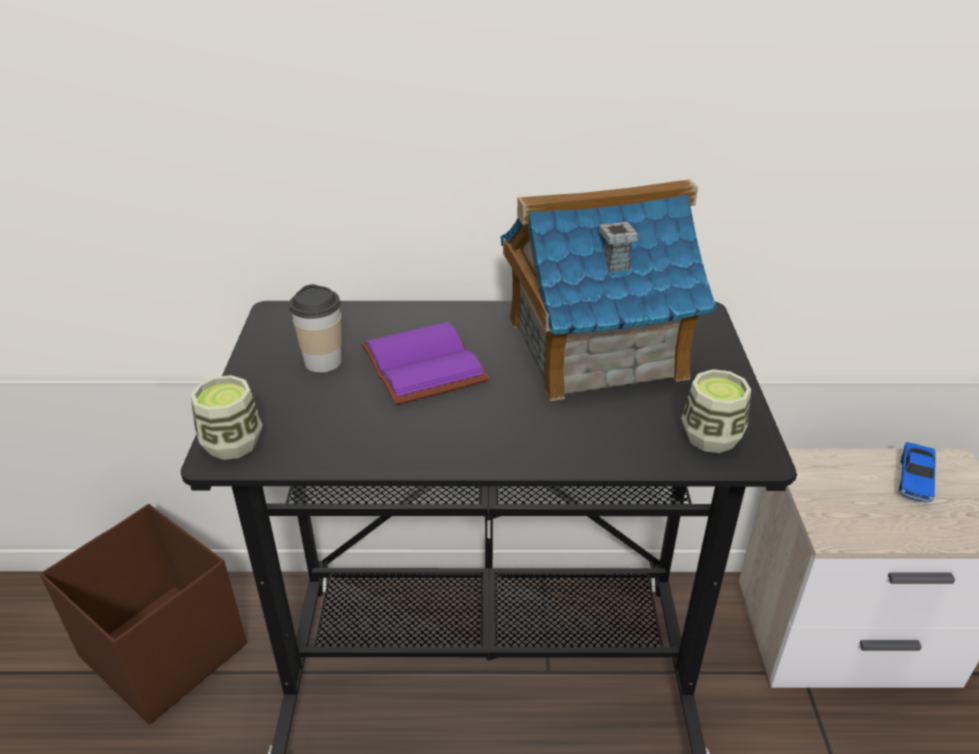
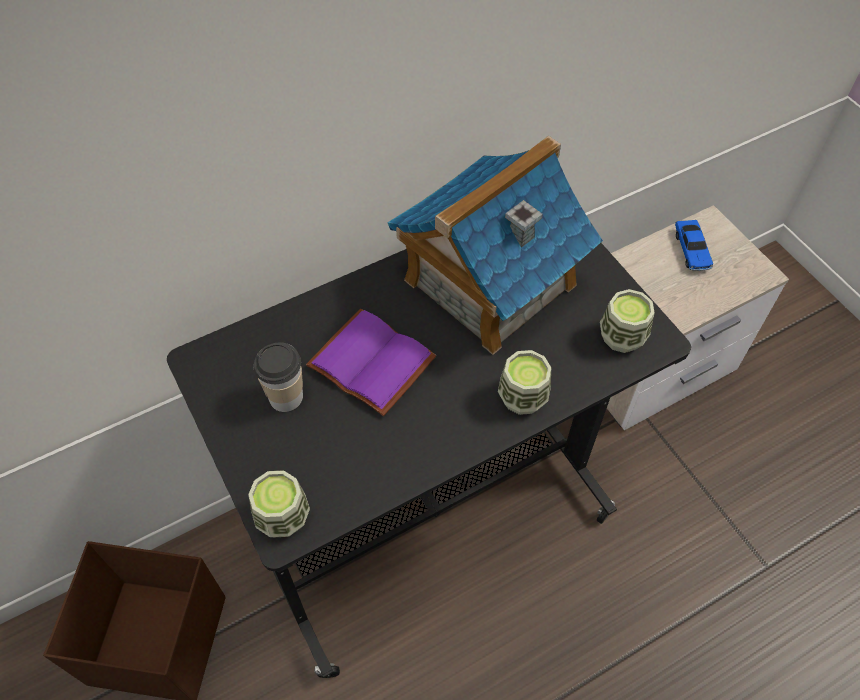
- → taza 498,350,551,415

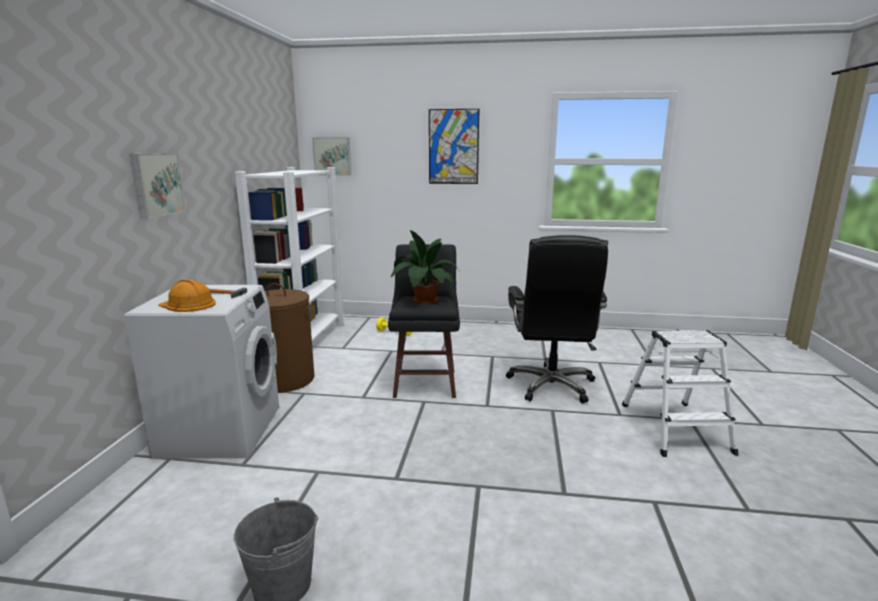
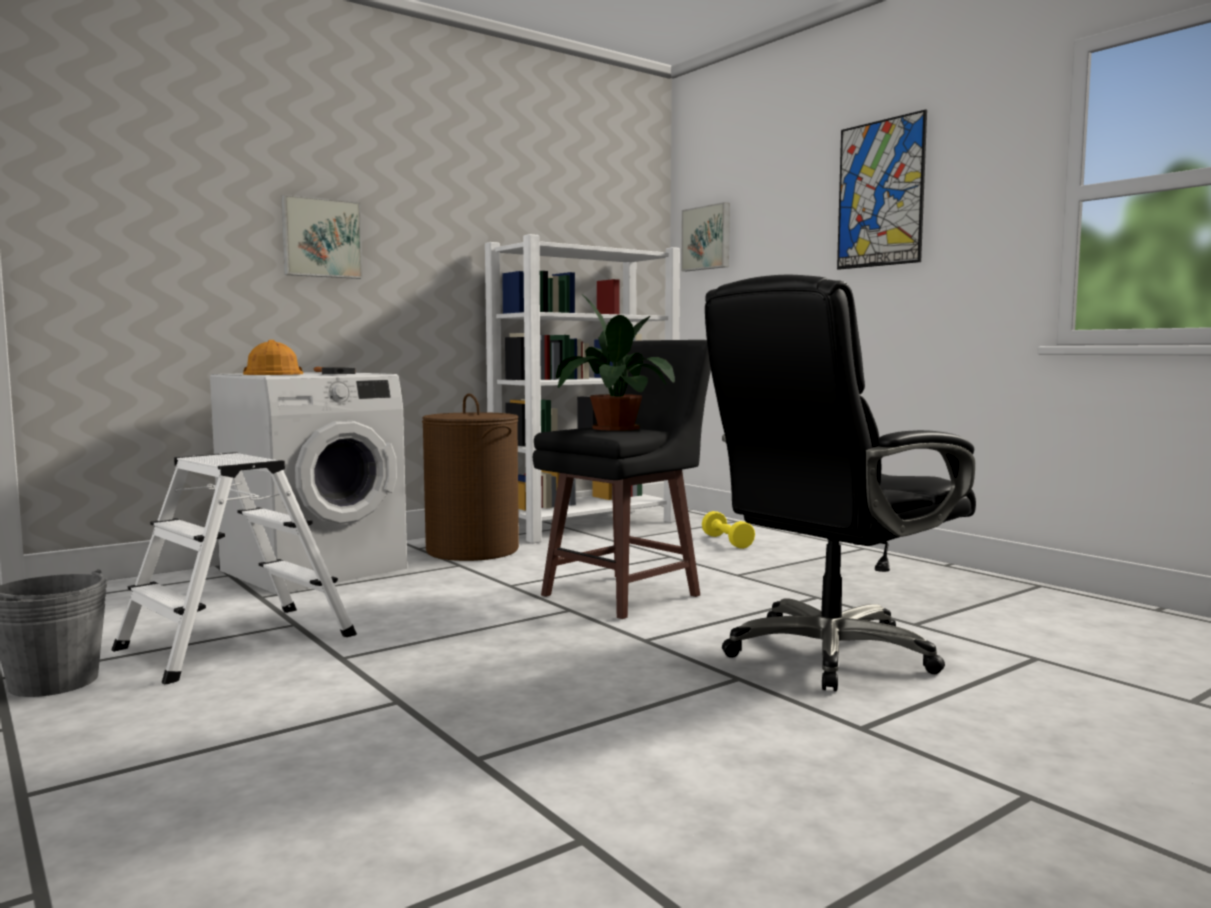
escalera de tijera (blanco) 622,330,739,457 → escalera de tijera (blanco) 111,452,357,684, moved

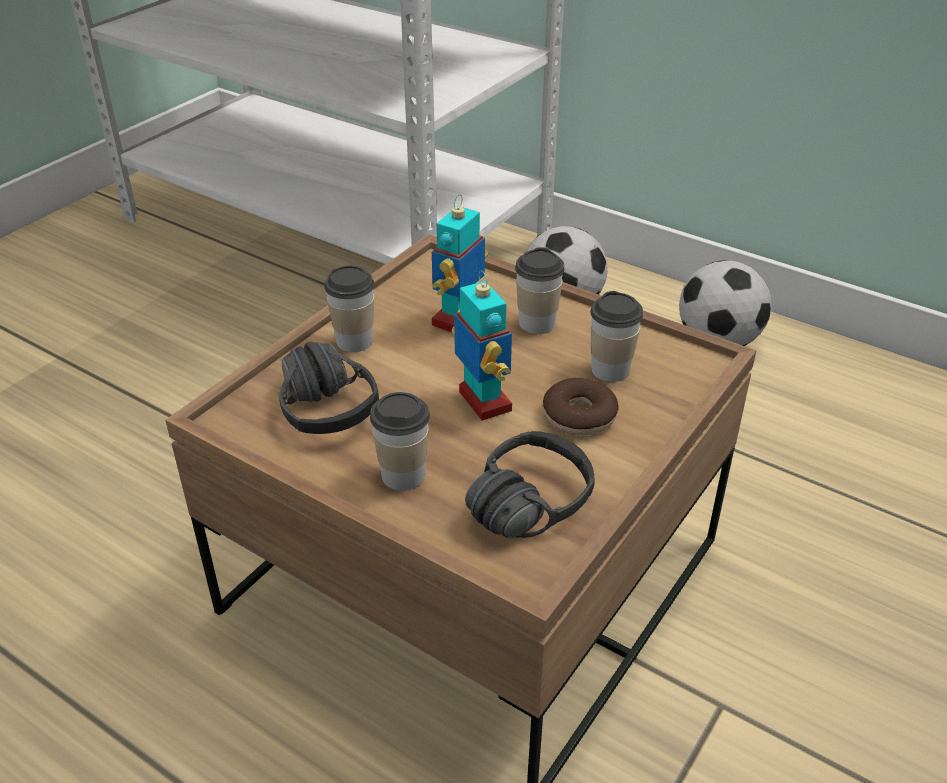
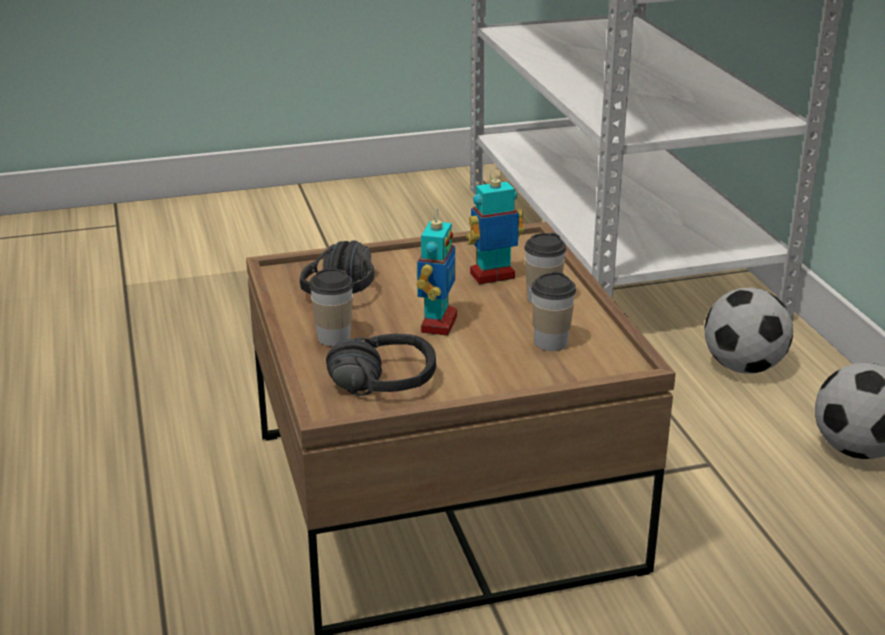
taza 324,265,375,352 → -
rosquilla 543,378,619,435 → -

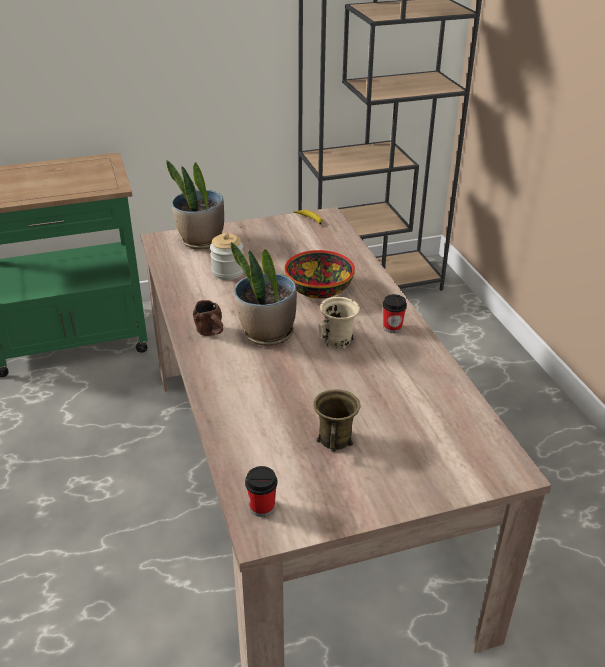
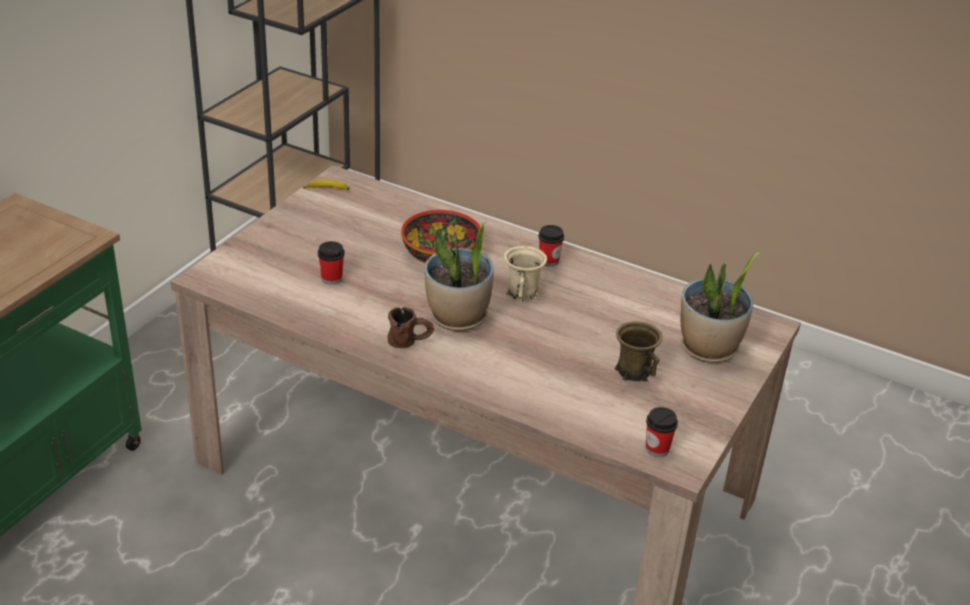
tarro 210,233,244,280 → taza 318,241,345,285
planta en maceta 166,160,224,249 → planta en maceta 680,252,760,363, moved

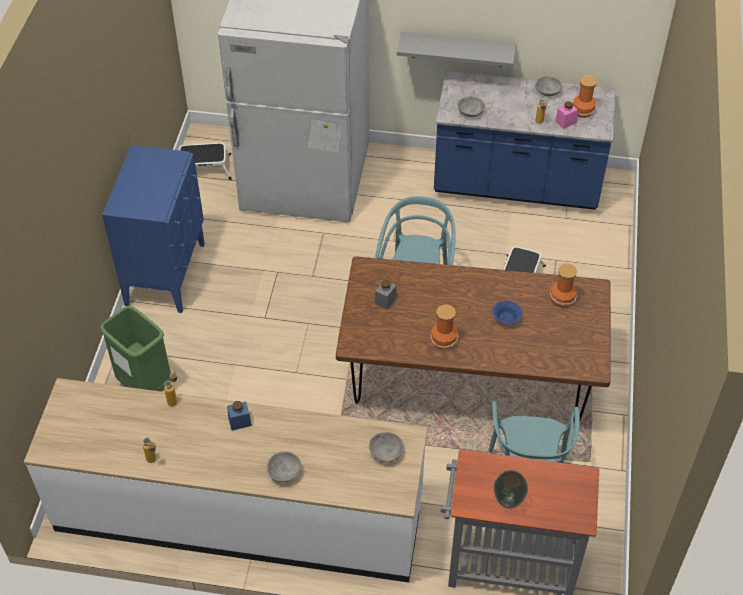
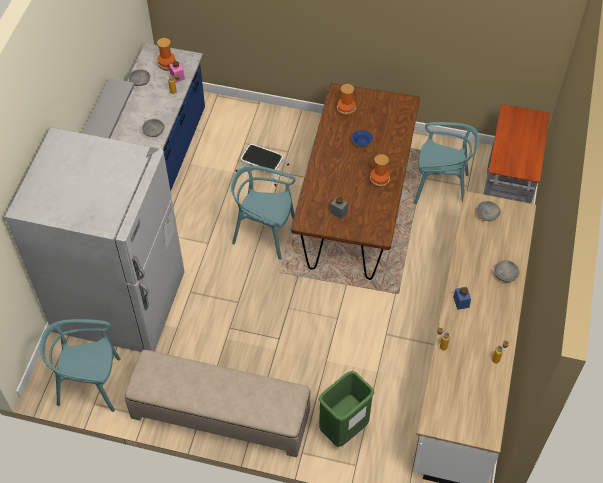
escalera de tijera (negro) 179,143,232,180 → silla (turquesa) 40,319,121,412
cómoda (azul) 102,145,205,313 → banco (beis) 125,350,310,457
florero 494,470,528,509 → -

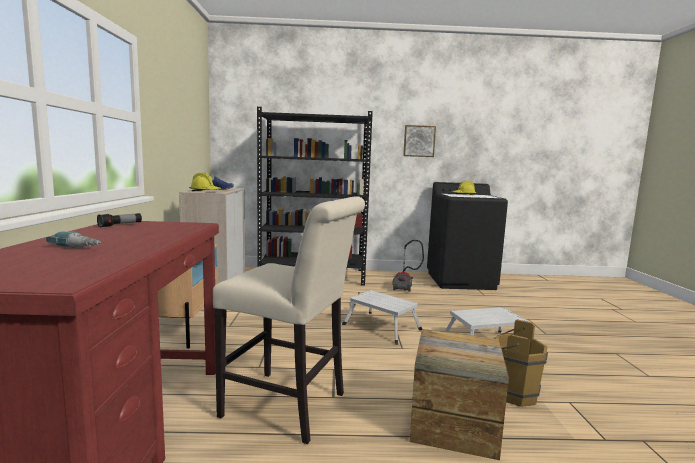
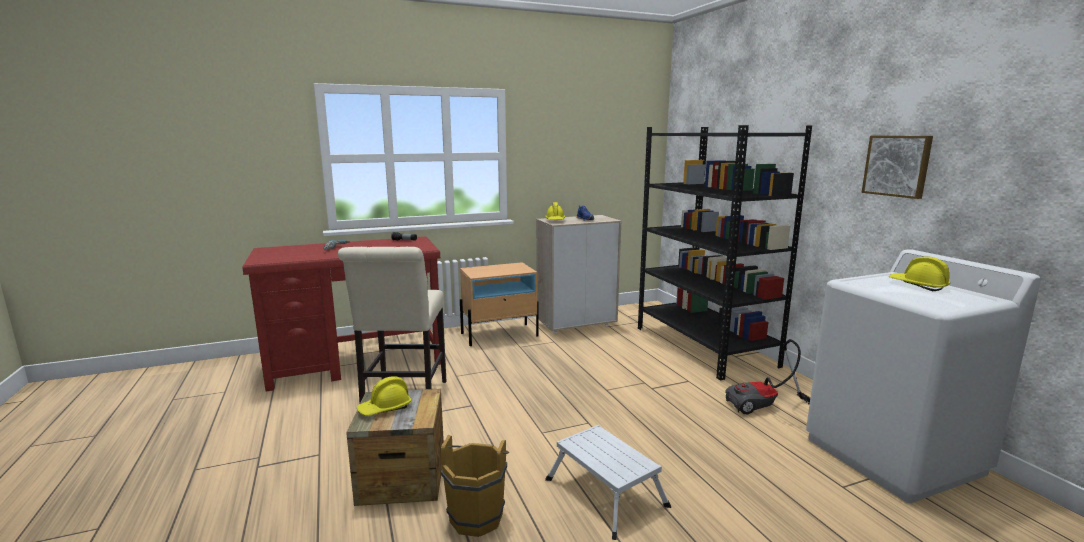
- → casco (amarillo) 357,376,411,416
lavadora (negro) 427,182,508,290 → lavadora (blanco) 806,249,1041,503
escalera de tijera (blanco) 342,290,422,345 → -

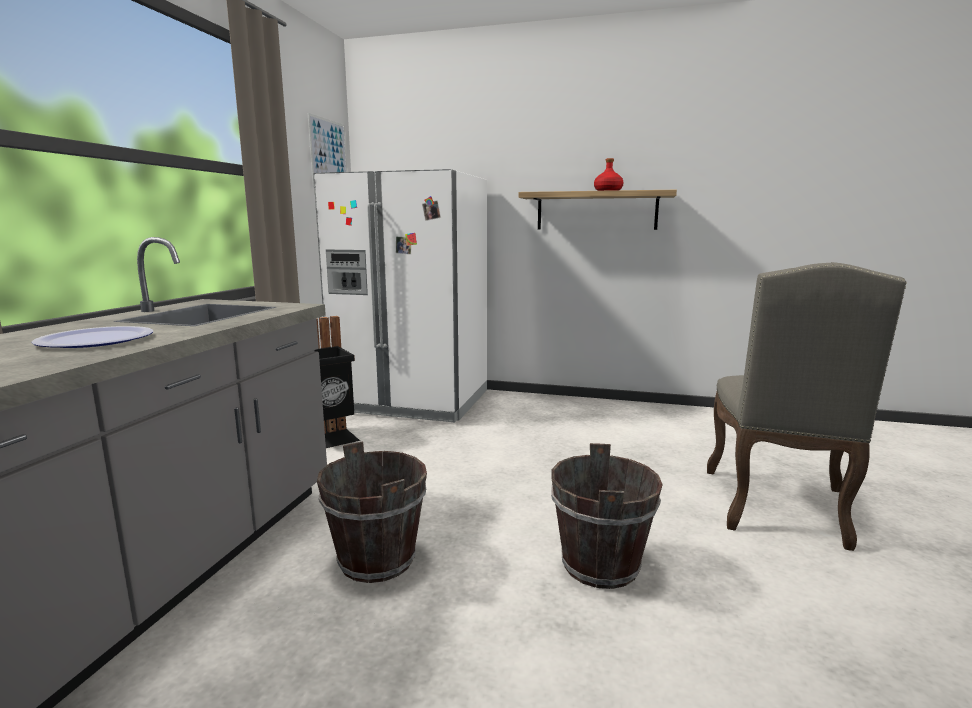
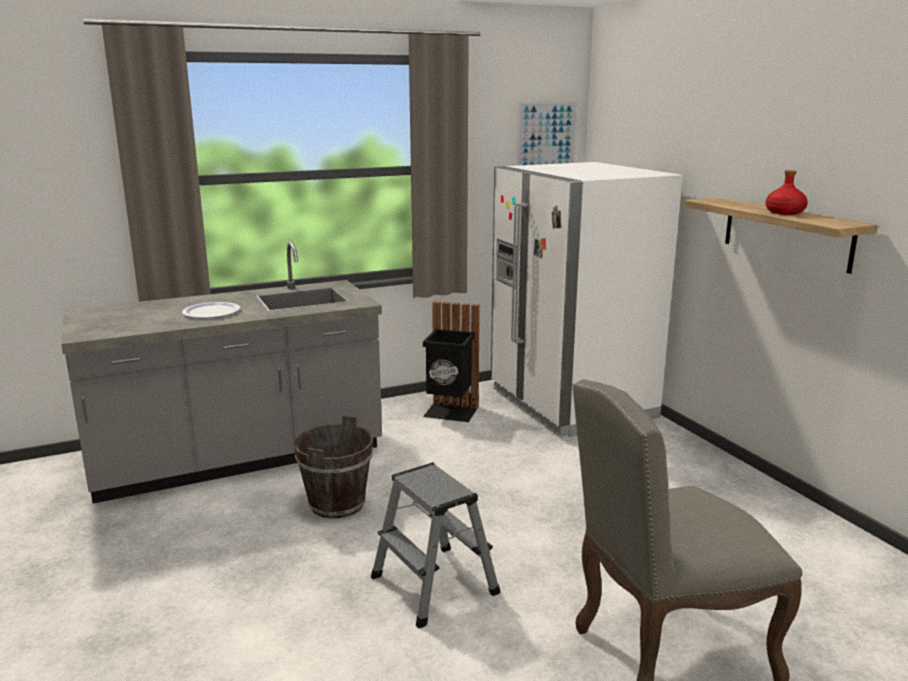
cubo (marrón) 551,443,663,589 → escalera de tijera (gris) 371,462,501,629

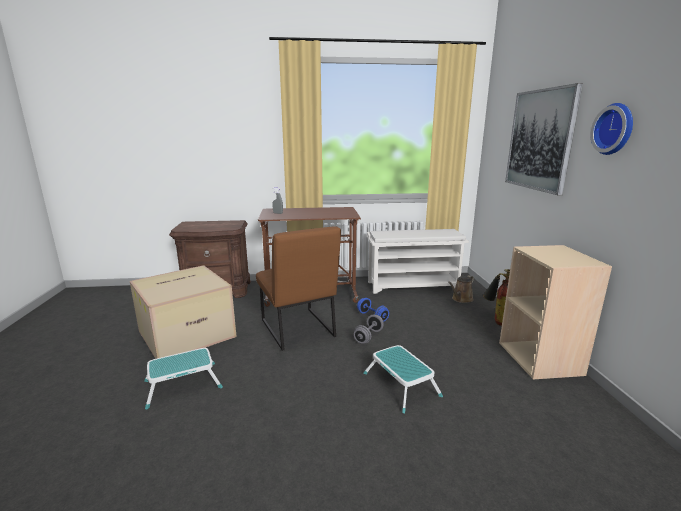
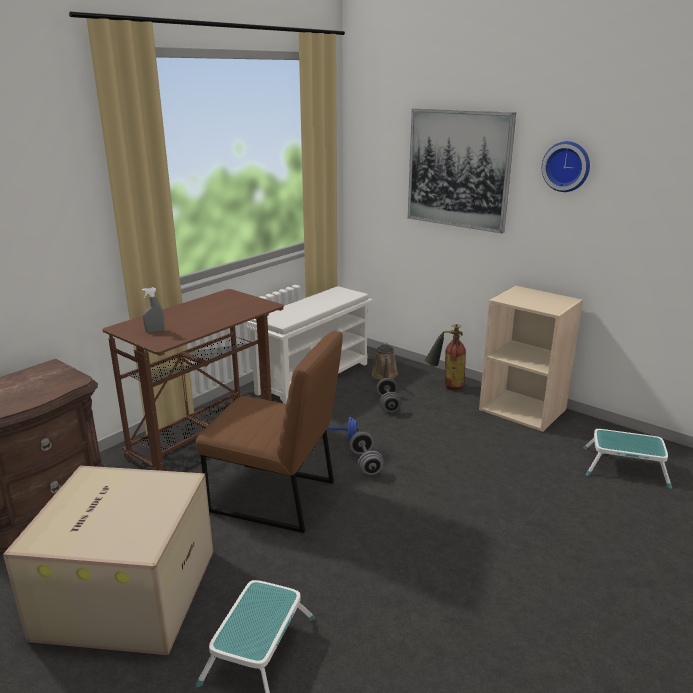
- → mancuerna (gris) 376,378,402,412
escalera de tijera (turquesa) 363,345,443,413 → escalera de tijera (turquesa) 583,429,672,489, moved

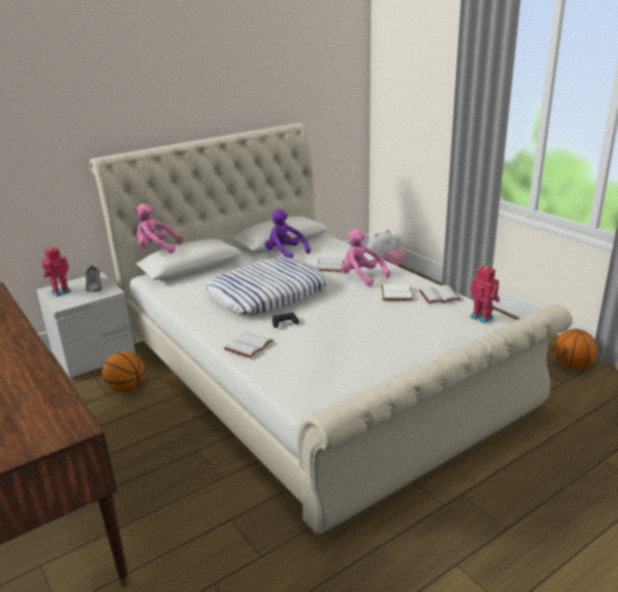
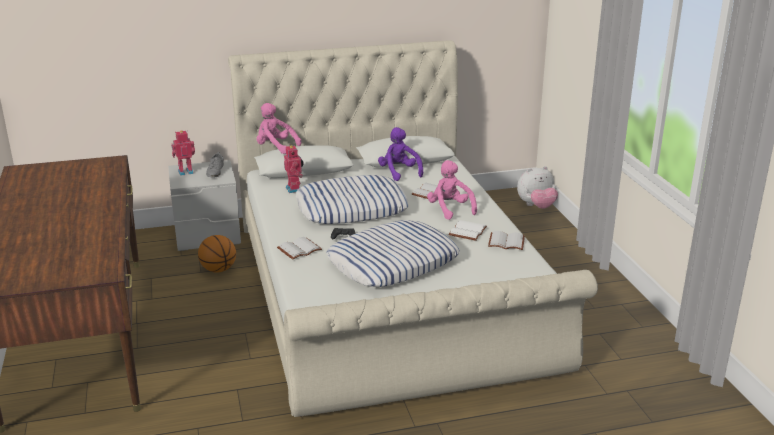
robot de juguete 470,265,500,323 → robot de juguete 284,144,304,193, moved
- → cojín 326,220,460,287
balón de baloncesto 554,329,598,369 → -

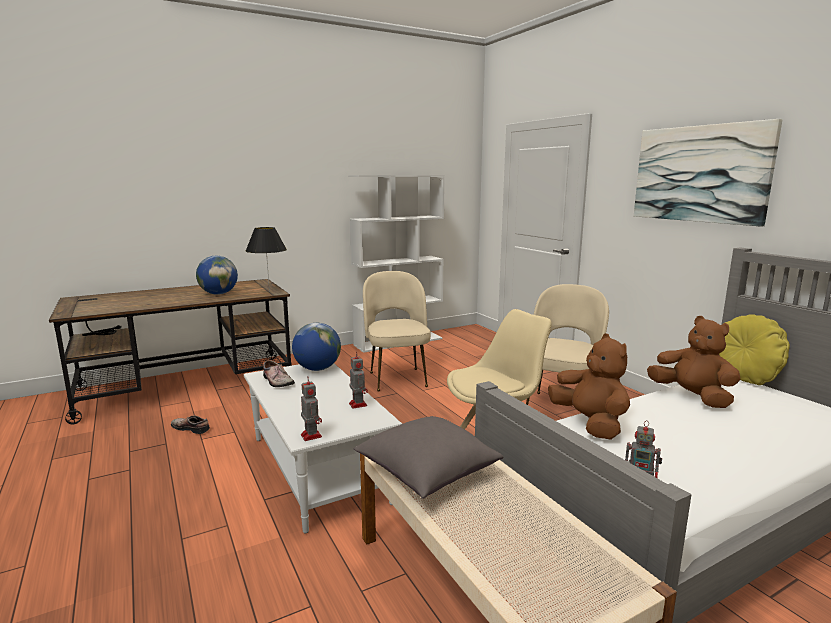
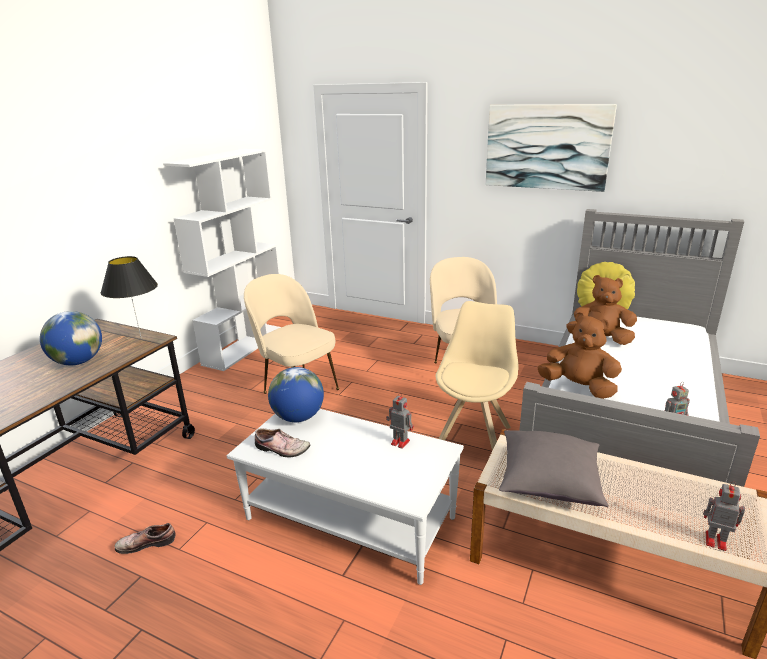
robot de juguete 301,377,322,441 → robot de juguete 703,481,745,551, moved

